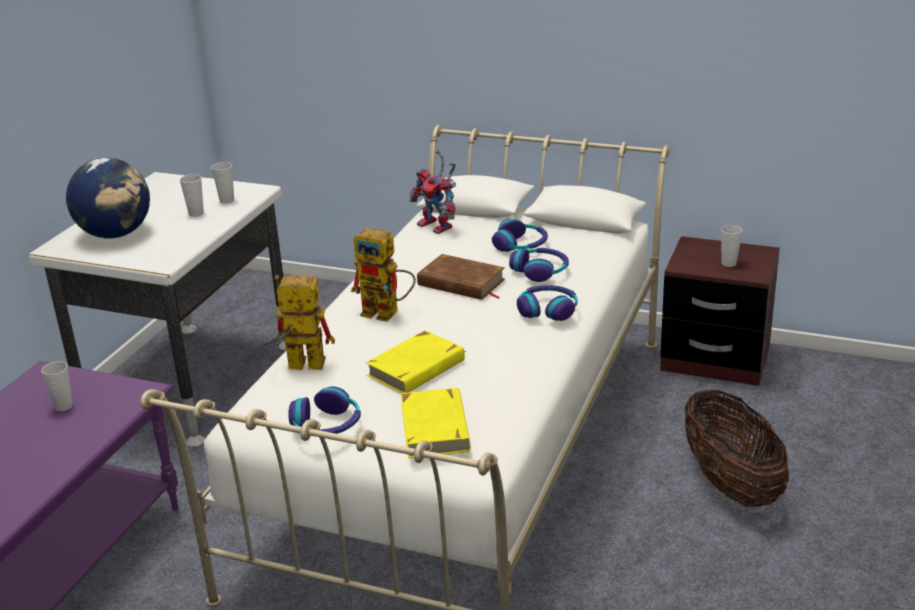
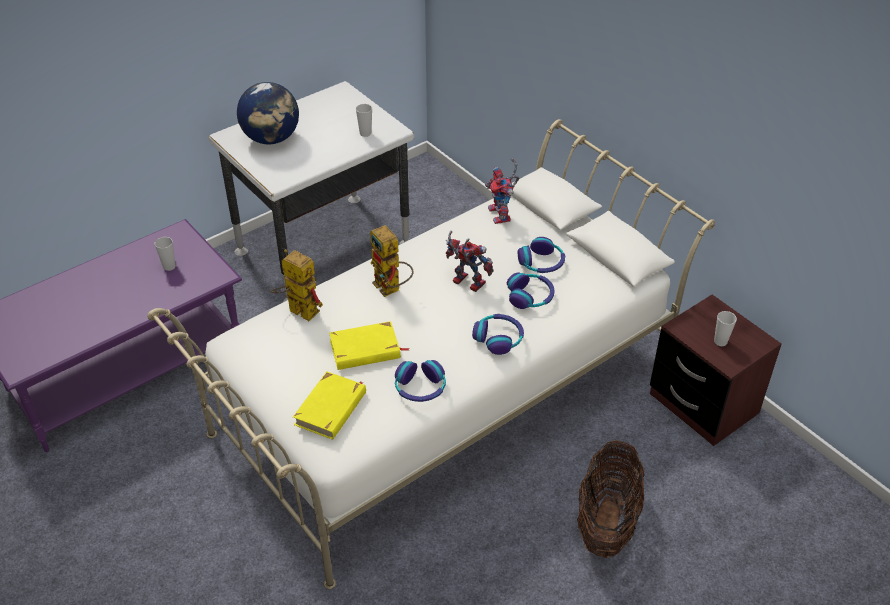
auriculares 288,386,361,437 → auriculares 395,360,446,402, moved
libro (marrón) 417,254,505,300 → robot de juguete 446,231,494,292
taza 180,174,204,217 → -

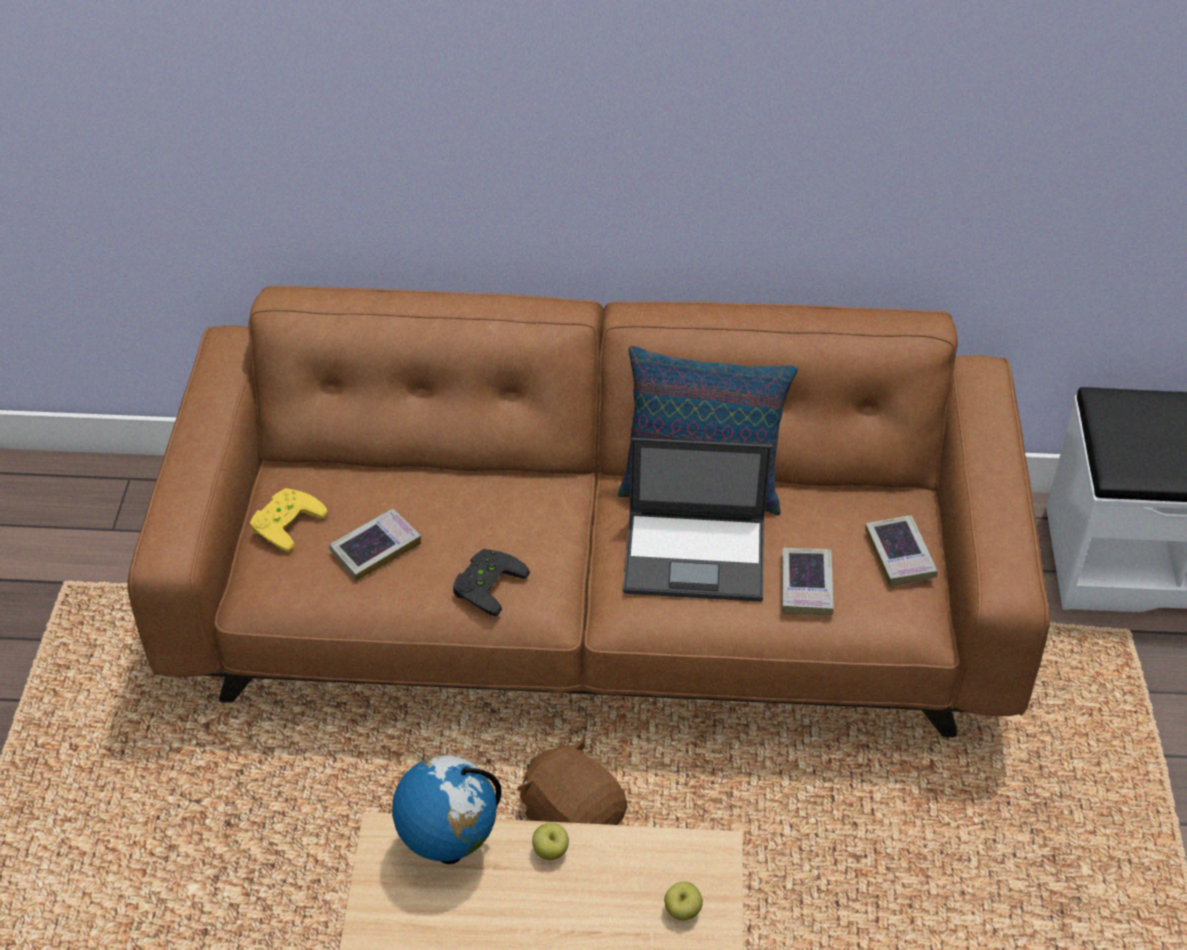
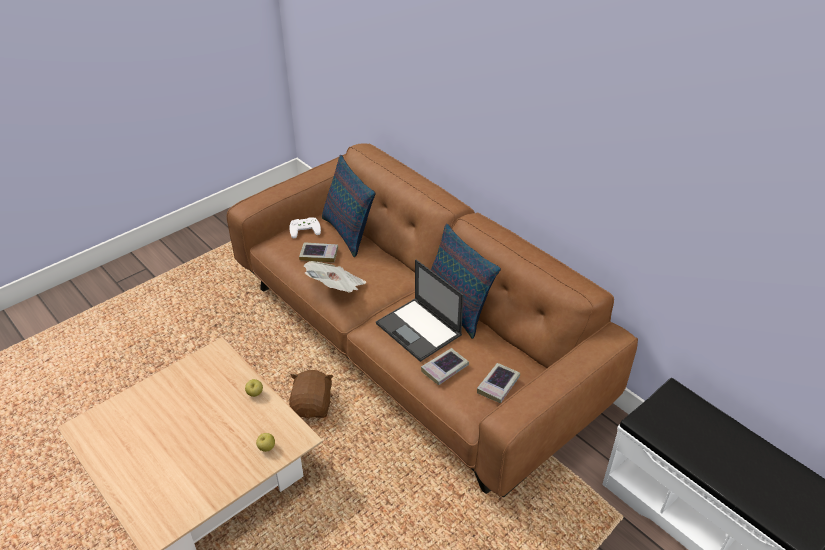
mando de consola (amarillo) 250,488,328,552 → mando de consola (blanco) 289,217,321,238
mando de consola (negro) 453,549,530,616 → periódico 304,261,366,293
- → cojín (azul) 322,155,375,257
globo terráqueo 392,755,501,864 → -

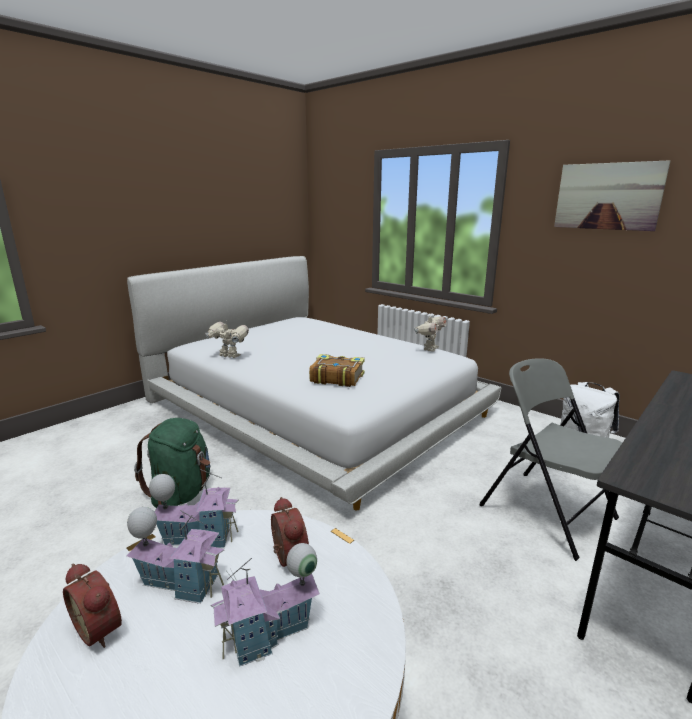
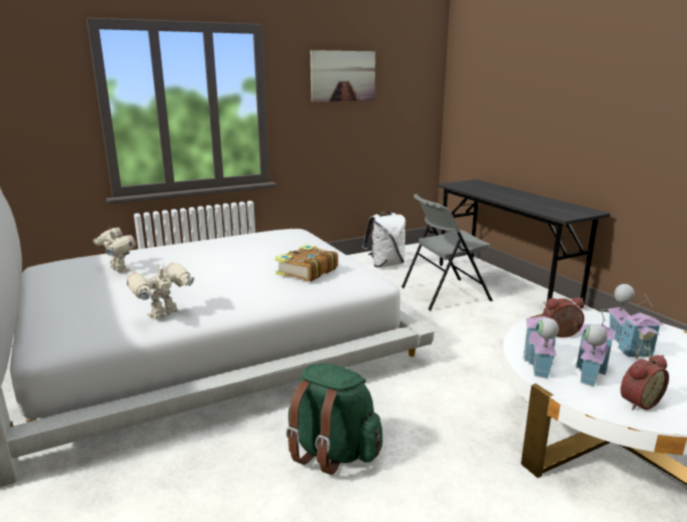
robot de juguete 414,316,447,351 → robot de juguete 93,227,136,273, moved

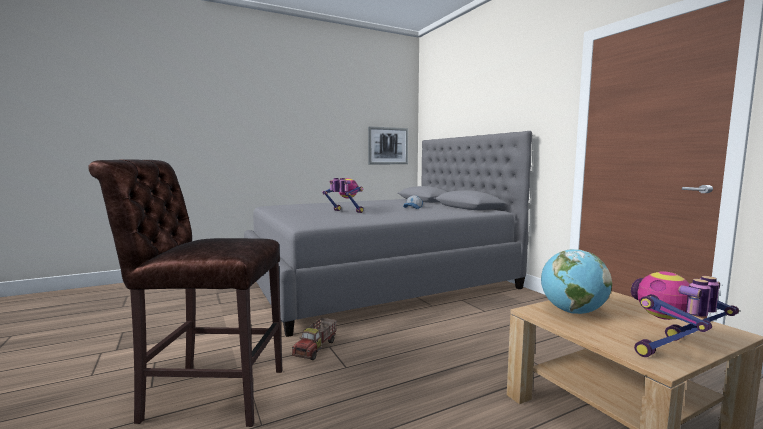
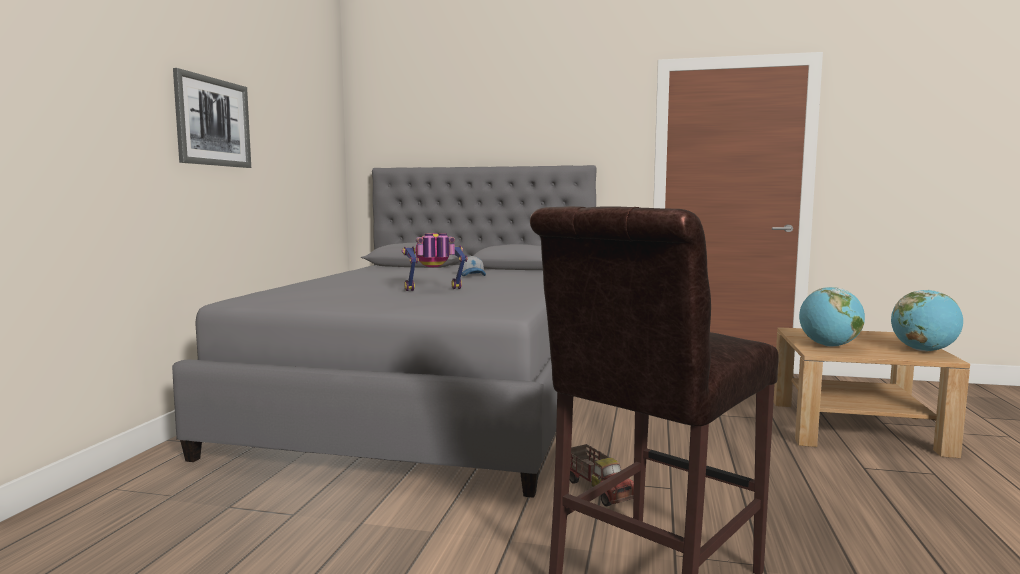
cuadro 368,126,408,164 → cuadro 173,68,251,168, moved
robot de juguete 631,271,739,357 → globo terráqueo 891,290,963,351

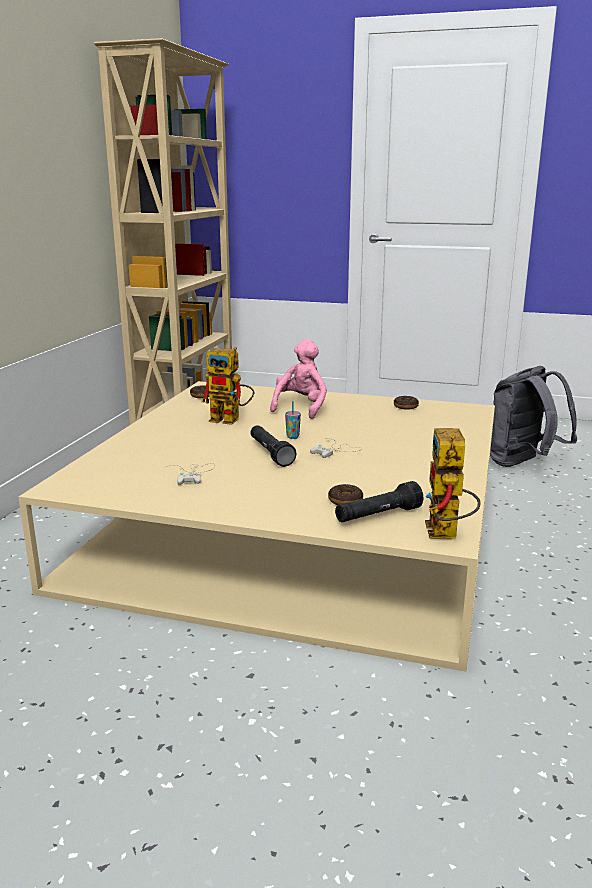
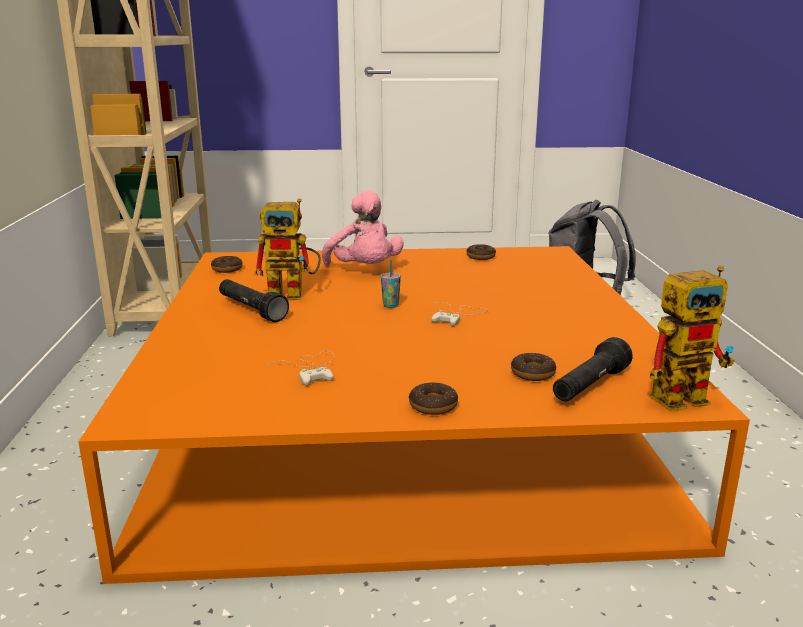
mesa de centro (beis) 18,381,495,672 → mesa de centro (naranja) 78,246,750,584
linterna (negro) 250,425,296,467 → linterna (negro) 219,279,289,322, moved
peluche (rosa) 270,339,327,419 → peluche (rosa) 322,191,404,266, 150 degrees clockwise
- → rosquilla 409,382,458,415
robot de juguete 425,428,481,539 → robot de juguete 650,266,735,411, 90 degrees counterclockwise

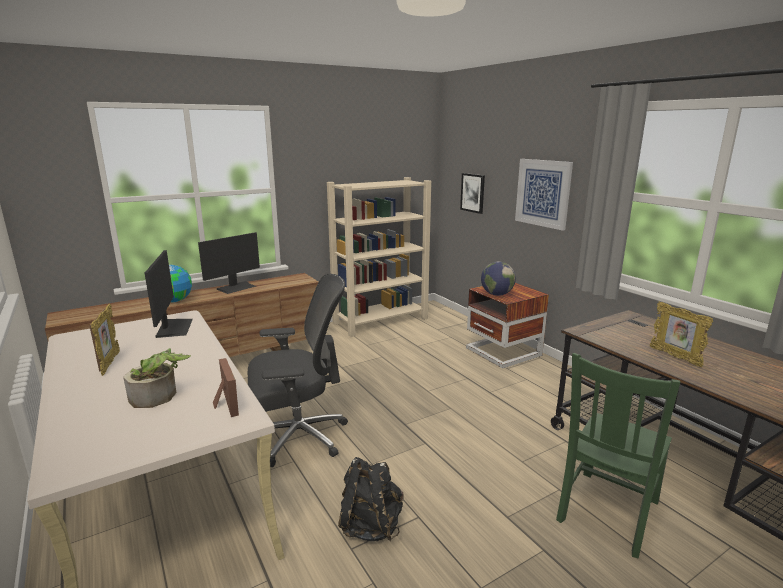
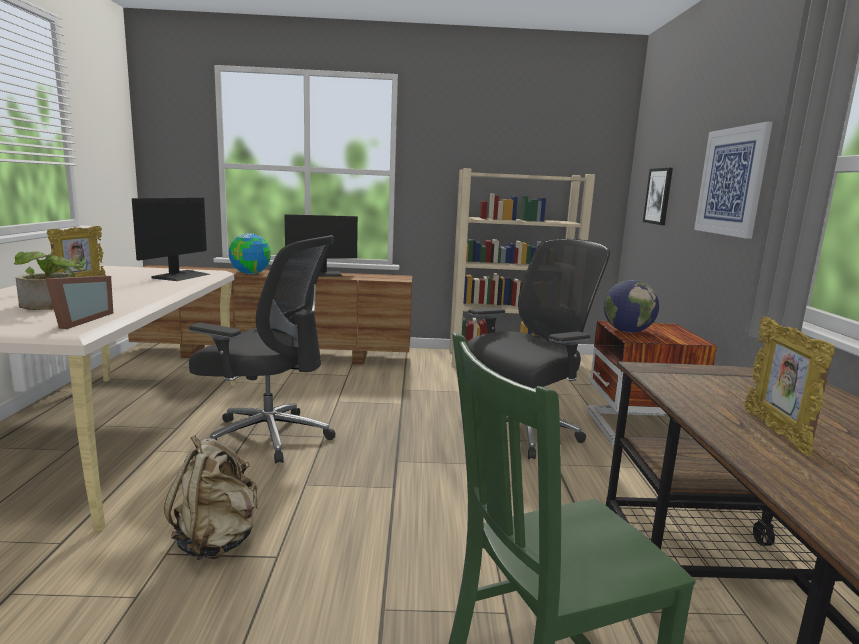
mochila (negro) 338,457,403,542 → mochila (beis) 164,435,258,560
- → silla de oficina 468,239,610,459

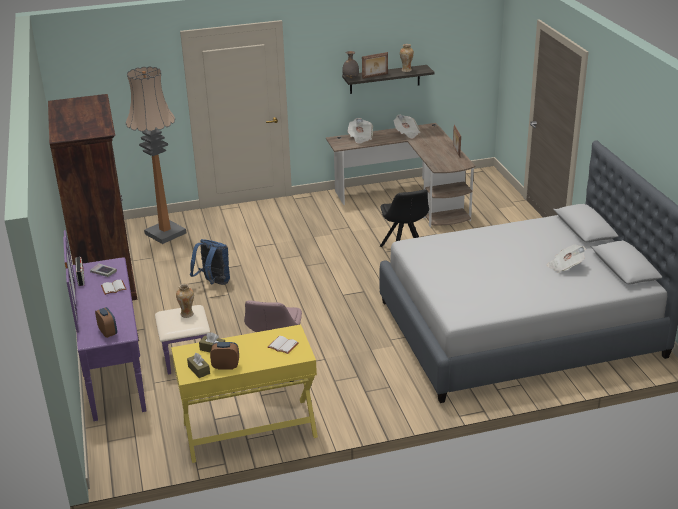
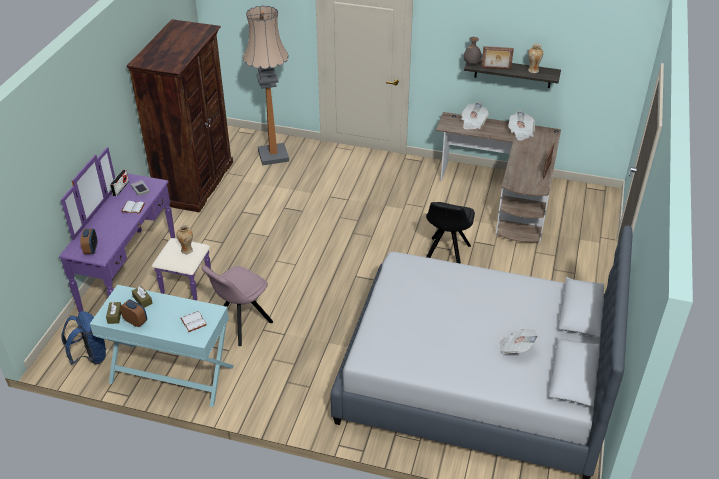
mochila (azul) 190,239,230,285 → mochila (azul) 61,311,106,365, moved
escritorio (amarillo) 171,324,318,463 → escritorio (turquesa) 90,285,234,407

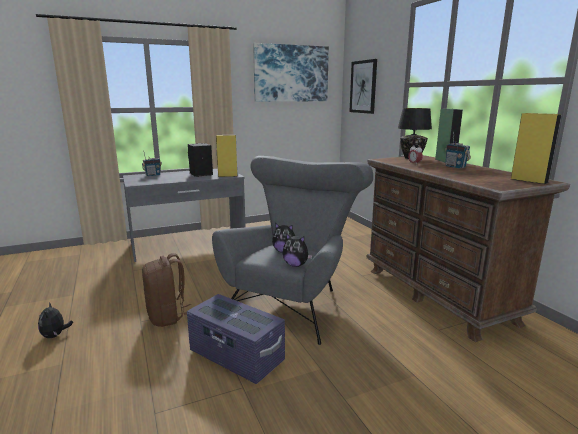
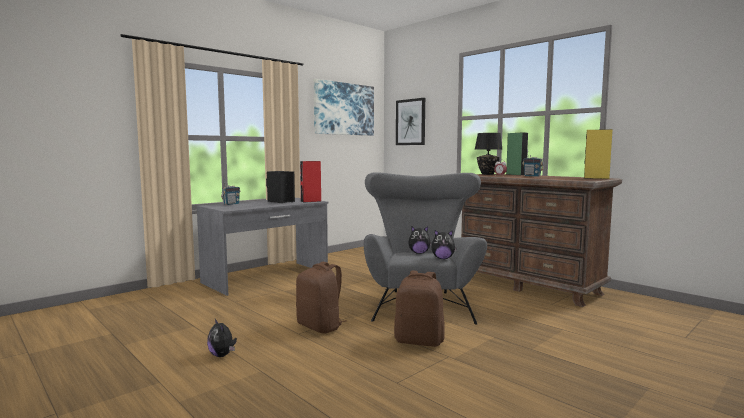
altavoz (amarillo) 216,135,238,177 → altavoz (rojo) 300,161,322,203
caja de almacenaje (morado) 187,294,285,384 → mochila (marrón) 394,271,445,347

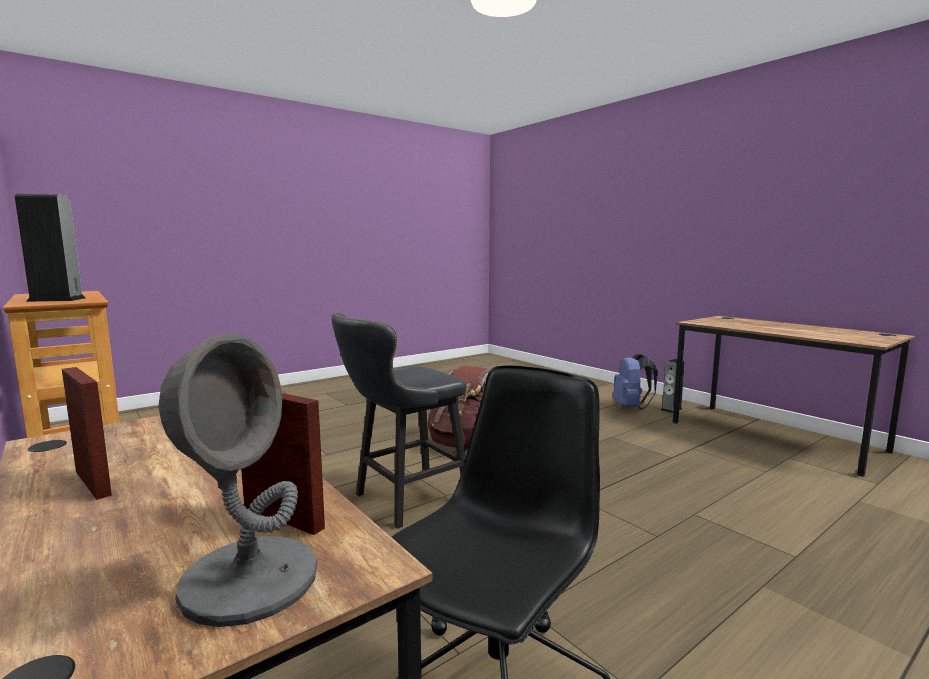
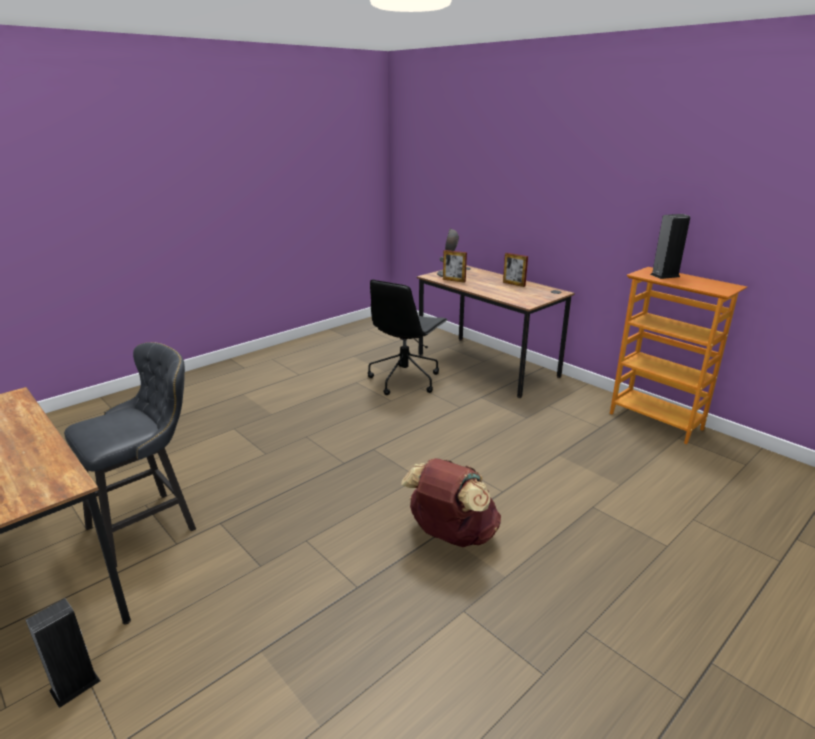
taburete (gris) 331,312,466,529 → taburete (gris) 64,342,196,567, moved
mochila (azul) 613,354,658,410 → -

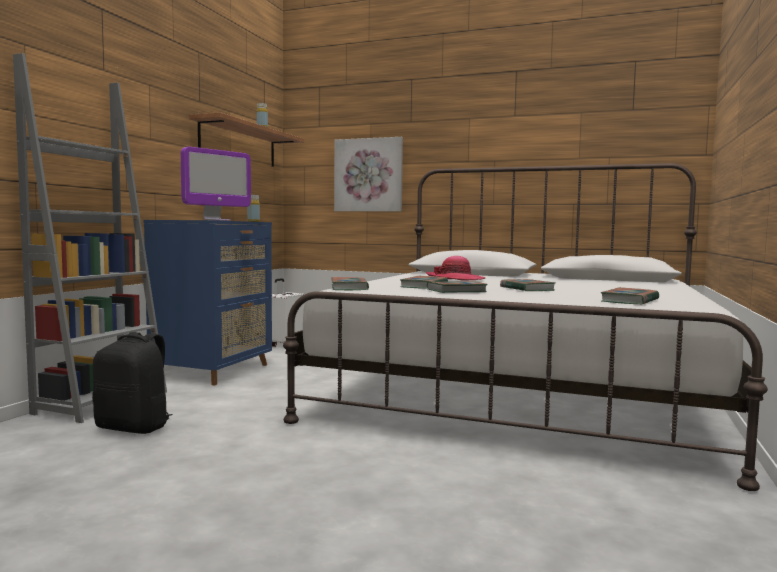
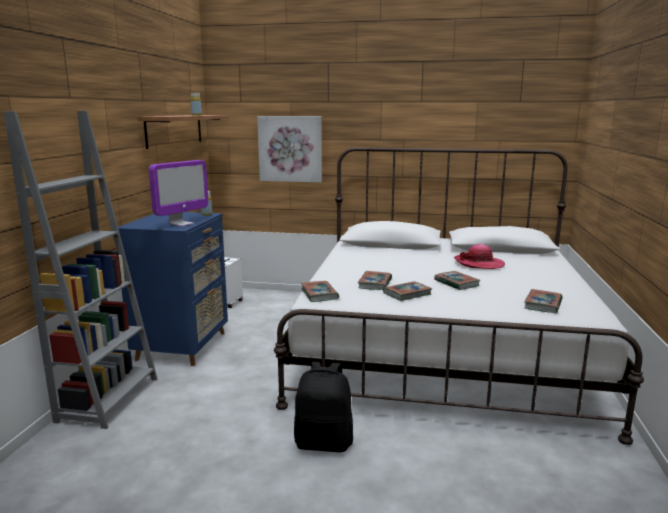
mochila (negro) 92,332,173,434 → mochila (negro) 294,362,353,452, moved
sombrero 426,256,485,281 → sombrero 454,244,505,269, moved

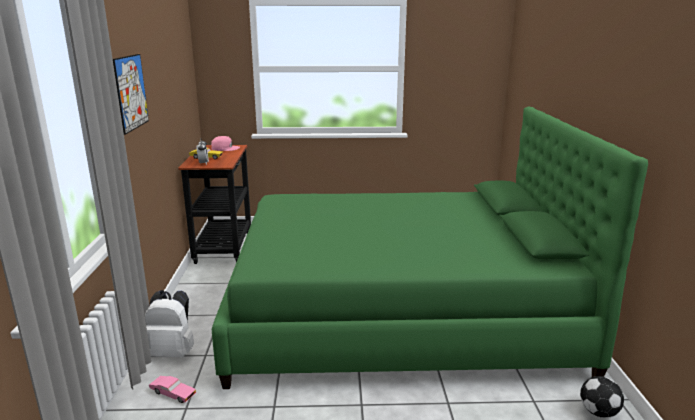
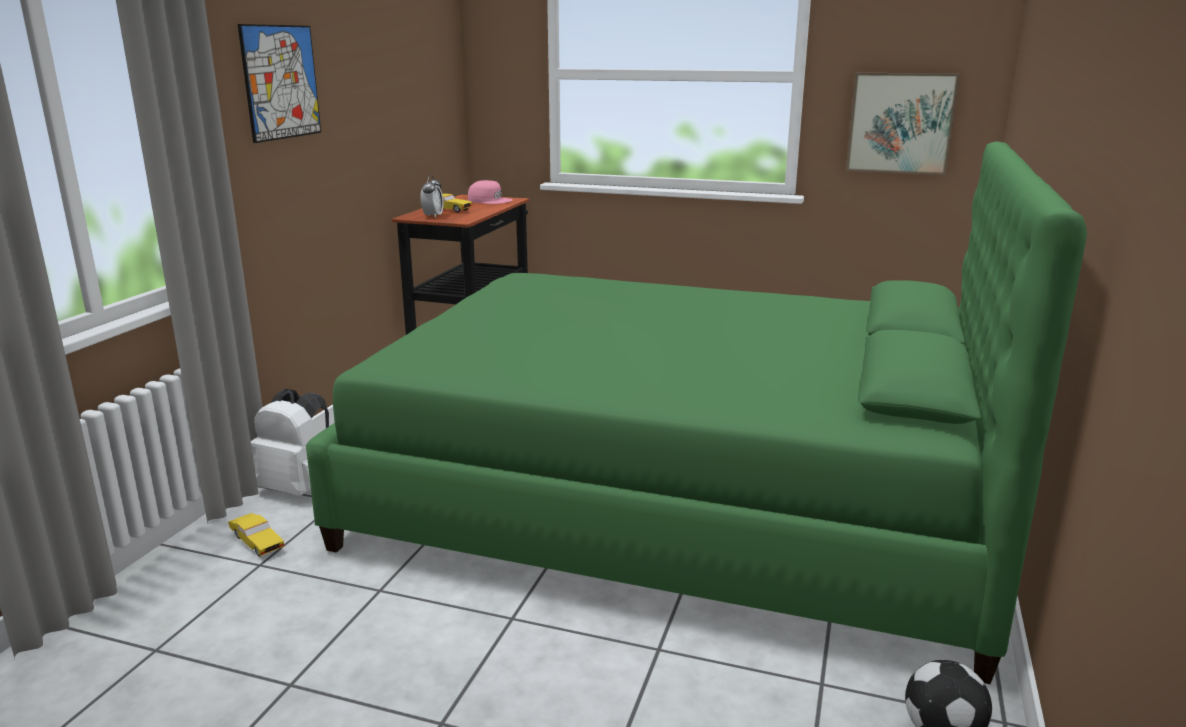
coche de juguete (rosa) 149,376,196,403 → coche de juguete (amarillo) 228,513,284,557
- → cuadro 846,73,960,175

